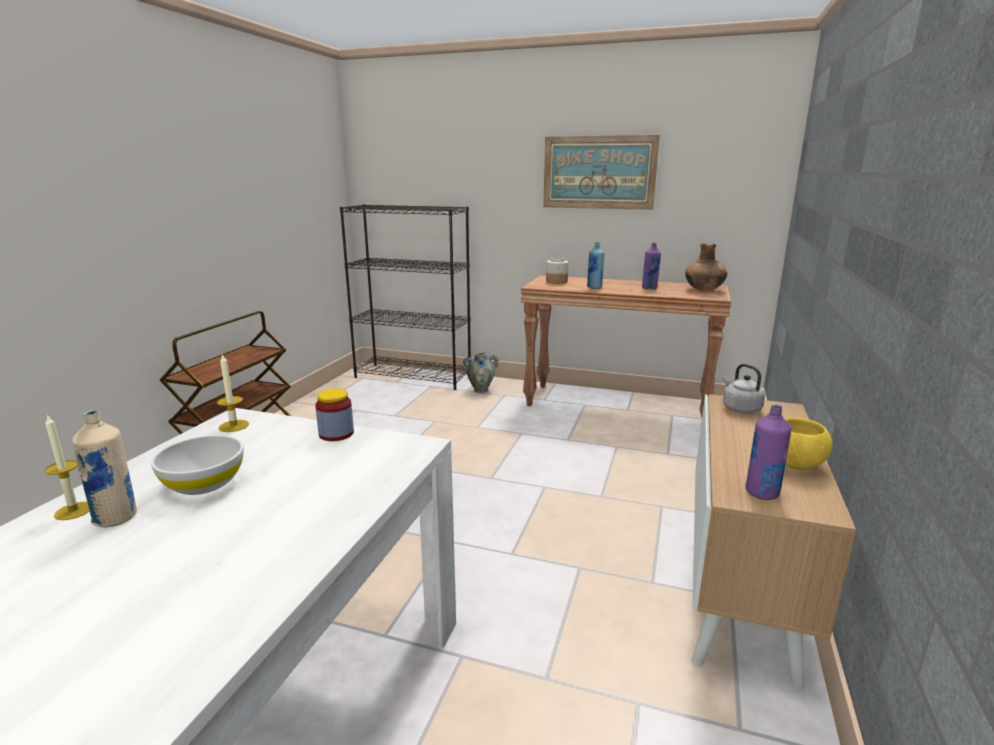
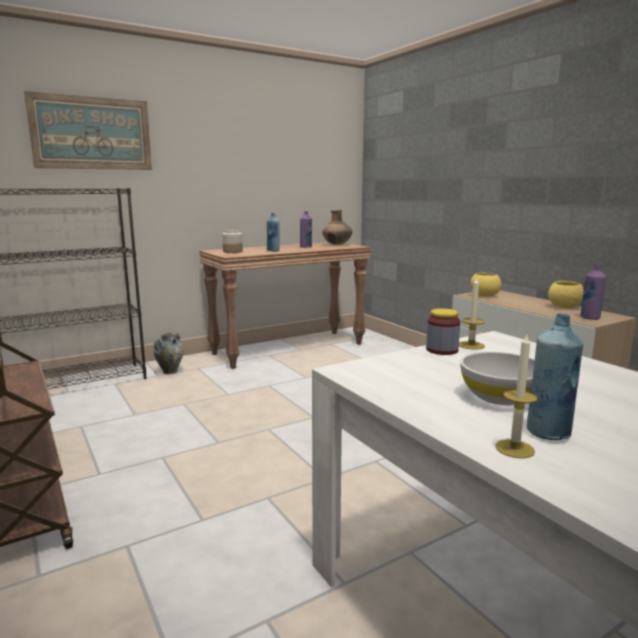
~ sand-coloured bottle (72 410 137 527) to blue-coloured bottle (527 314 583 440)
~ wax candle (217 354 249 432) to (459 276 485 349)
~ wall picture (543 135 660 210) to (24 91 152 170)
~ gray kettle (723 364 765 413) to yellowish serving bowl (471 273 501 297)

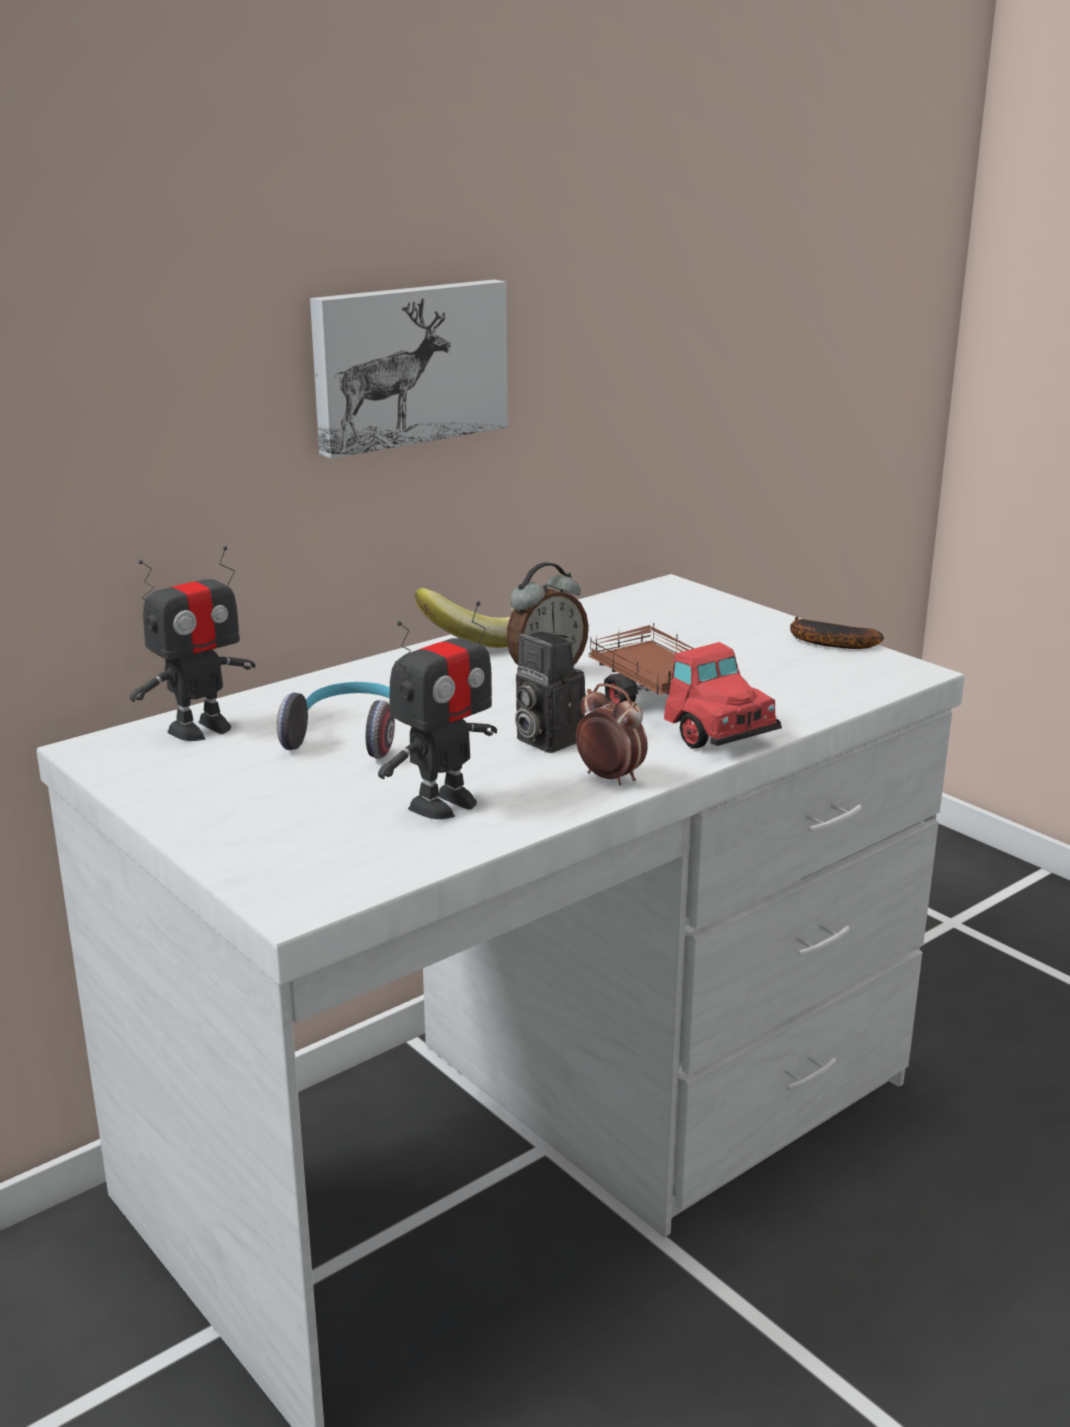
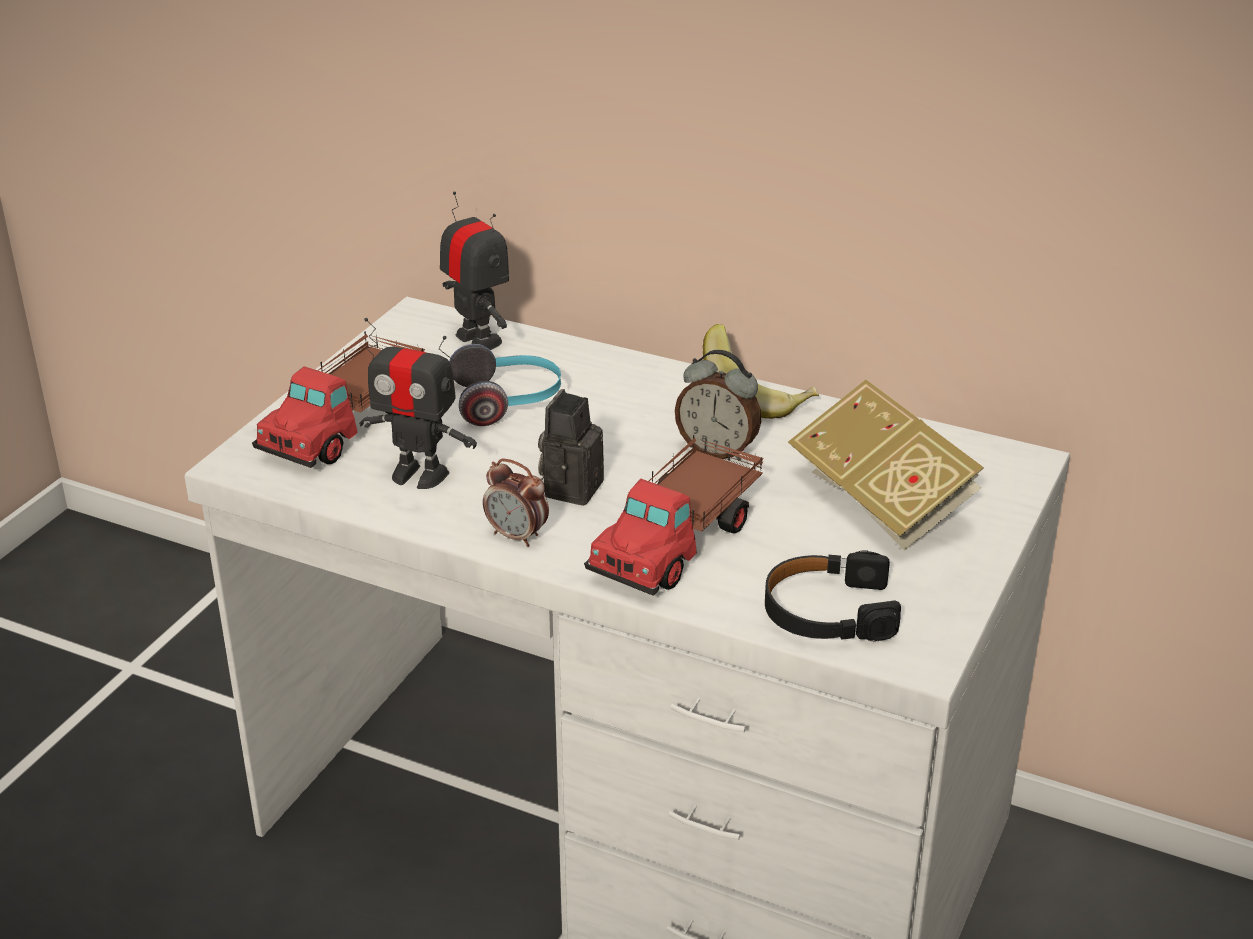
~ model robot (130 546 255 741) = (440 191 509 350) 150 degrees counterclockwise
- wall picture (310 280 507 458)
~ table clock (576 683 648 785) = (483 459 549 547) 105 degrees clockwise
- banana (790 616 884 649)
+ model truck (252 331 425 468)
+ blackish headphones (765 550 901 641)
+ bound book (788 380 984 551)

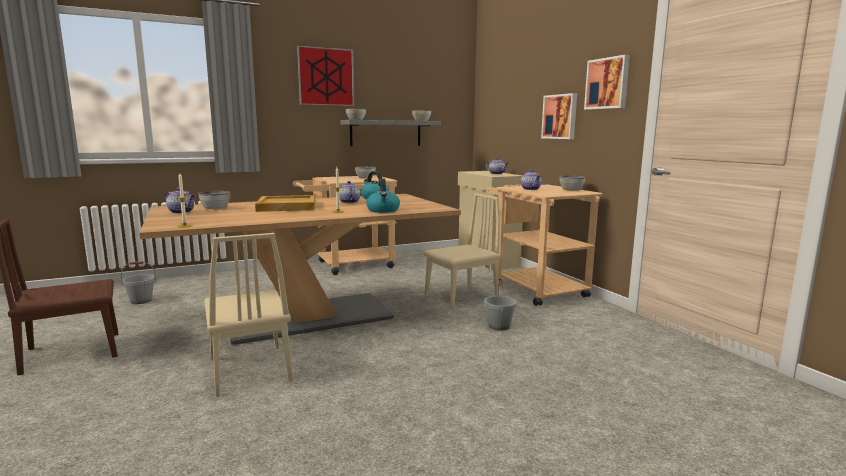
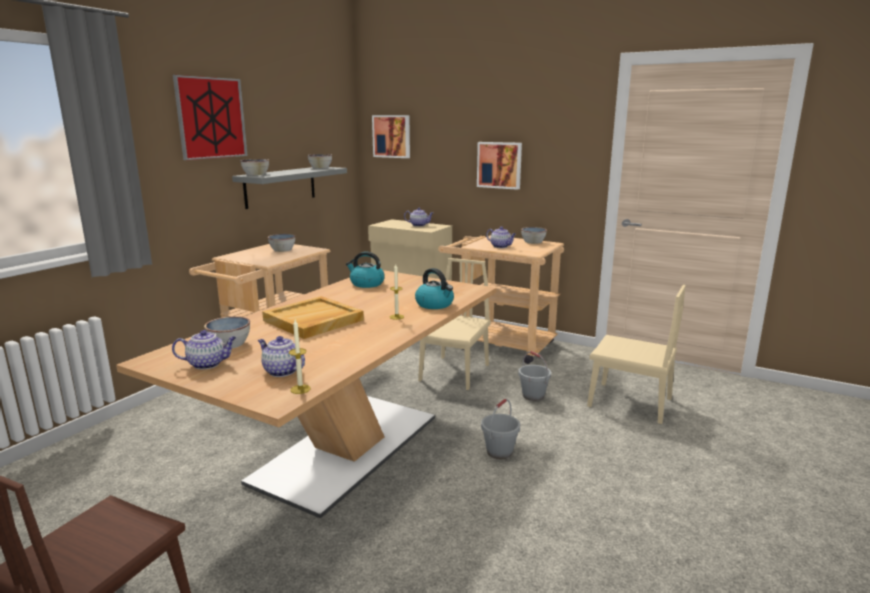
~ gray water bucket (120 261 156 304) to (481 399 520 459)
~ sand-coloured chair (204 233 293 397) to (587 285 686 424)
~ tea pot (339 181 360 203) to (258 336 305 377)
~ wall picture (584 55 630 110) to (372 115 410 158)

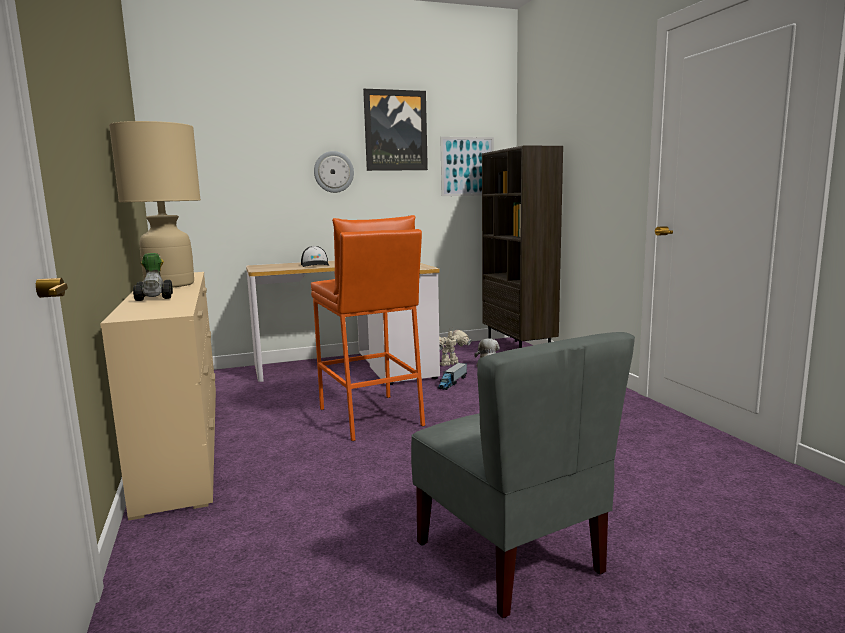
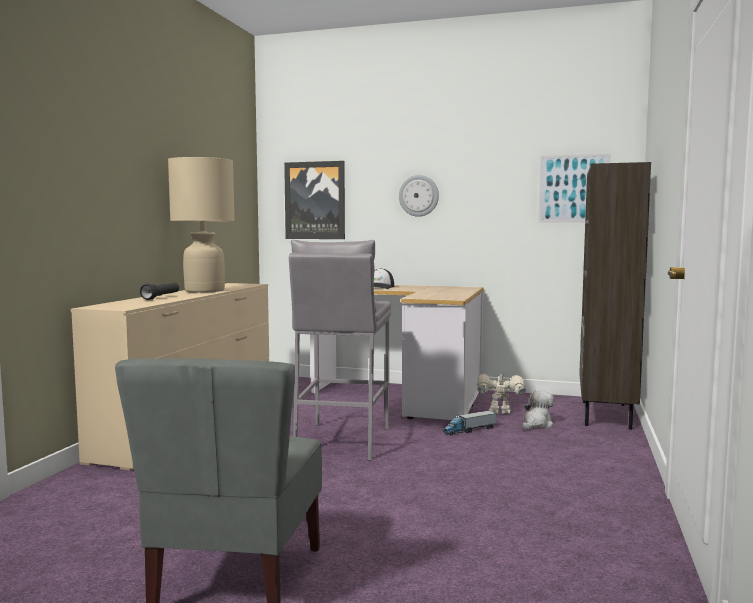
~ model car (133 253 173 301) to blackish hand torch (140 283 179 300)
~ orangey sitting stool (311 215 425 441) to gray sitting stool (289 240 391 461)
~ wall picture (363 89 428 171) to (284 161 345 239)

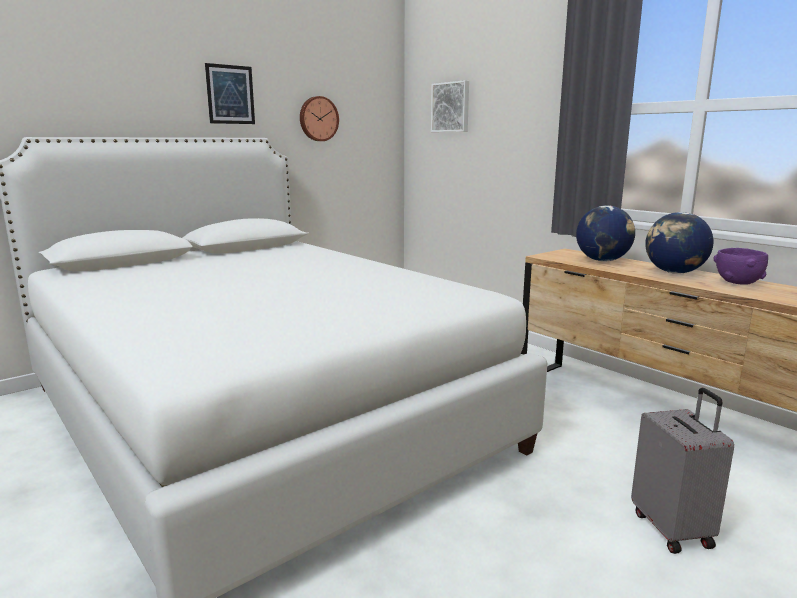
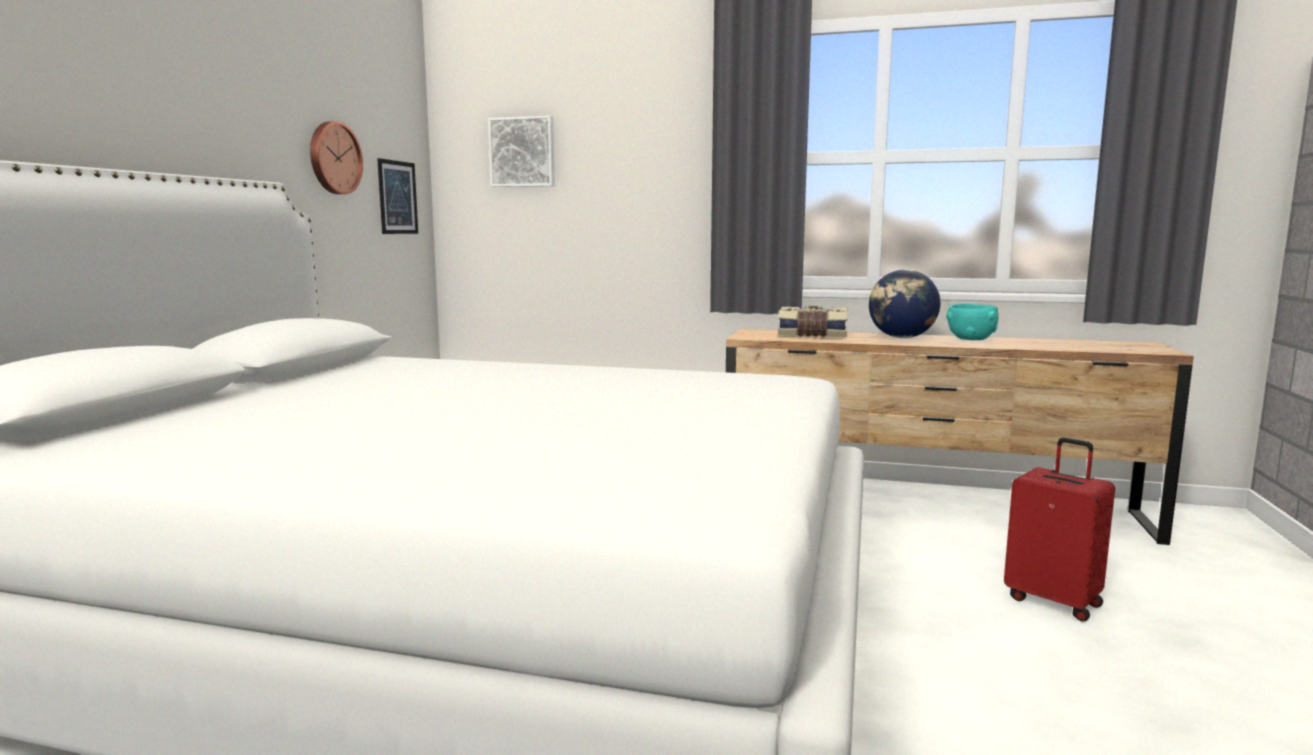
~ wall picture (205 63 255 124) to (377 158 418 234)
~ desk globe (576 205 635 262) to bound book (778 306 848 338)
~ gray piece of luggage (631 388 734 554) to red piece of luggage (1004 438 1115 621)
~ purple-coloured serving bowl (714 248 768 285) to turquoise serving bowl (946 304 998 340)

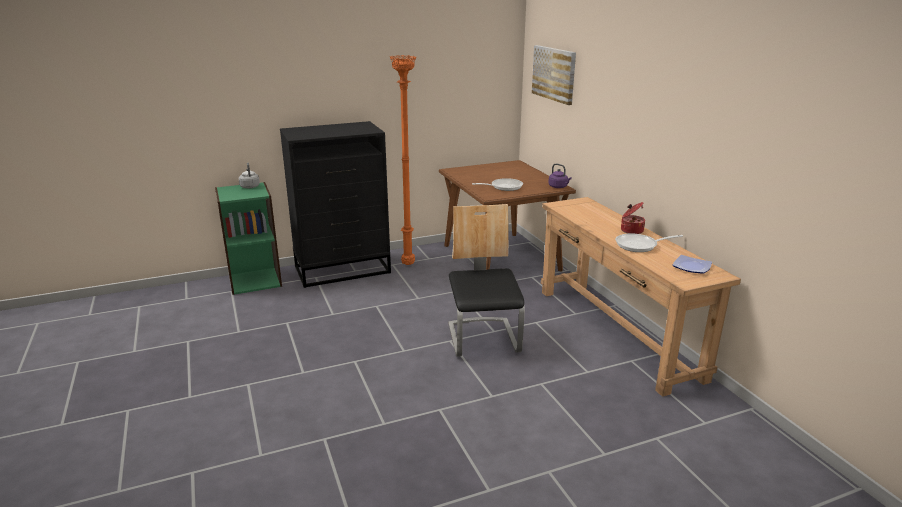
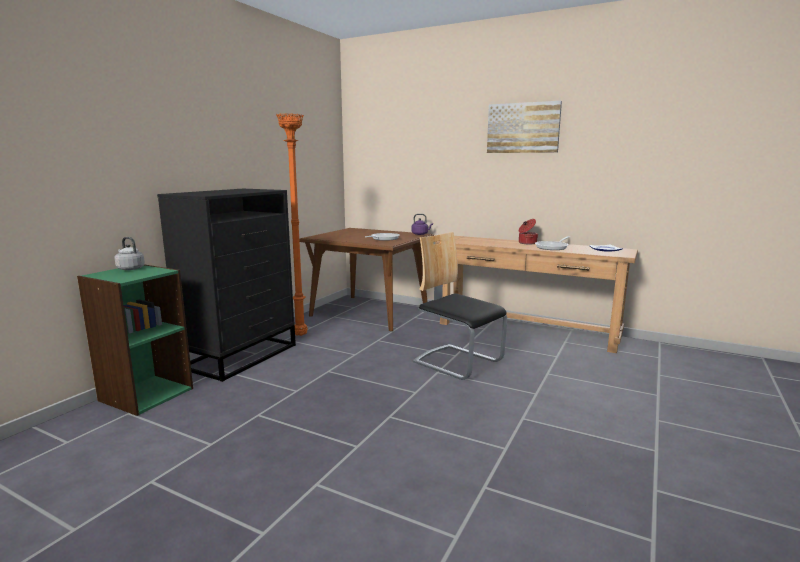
~ wall picture (532 45 576 105) to (487 101 562 153)

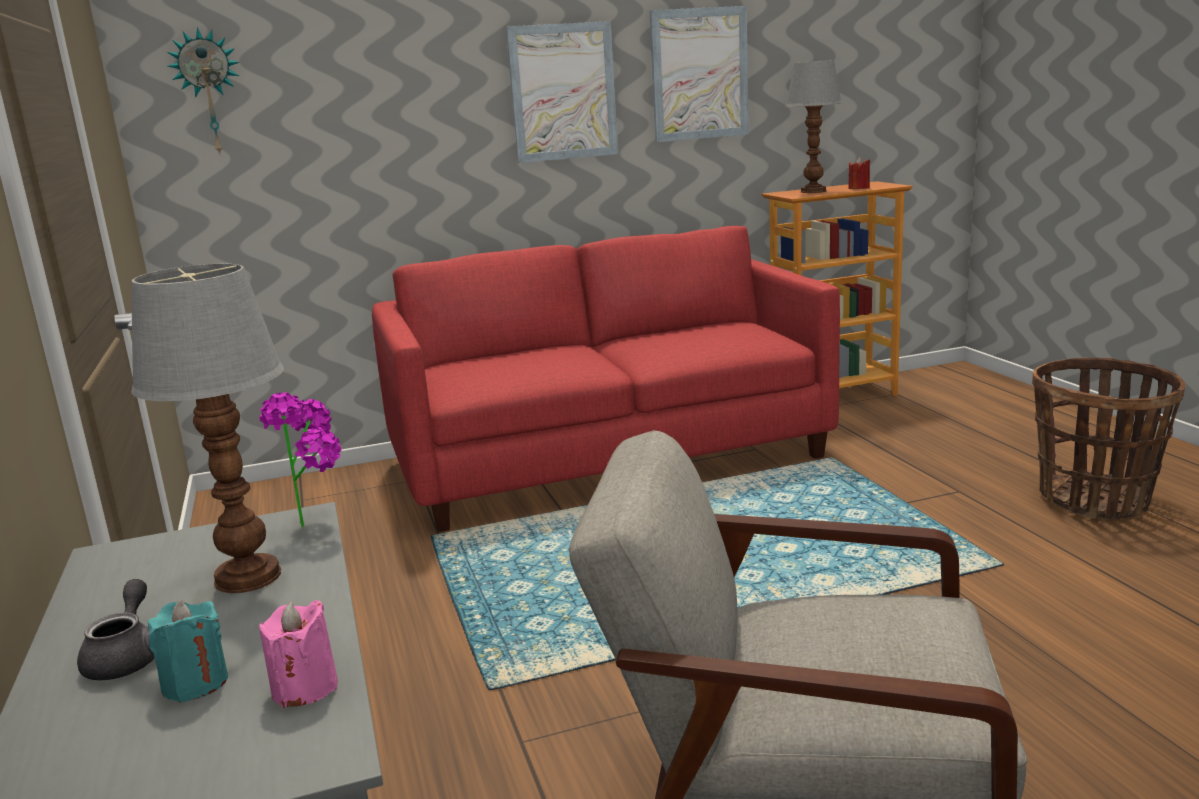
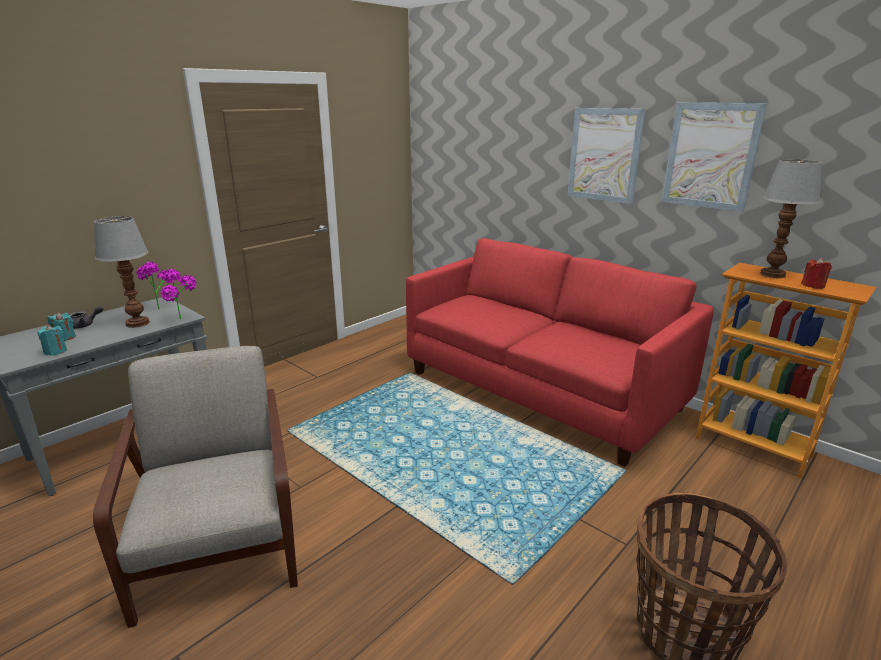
- wall clock (167 27 239 156)
~ pink-coloured wax candle (259 600 338 708) to turquoise wax candle (37 325 67 356)
+ plant in a pot (136 262 172 310)

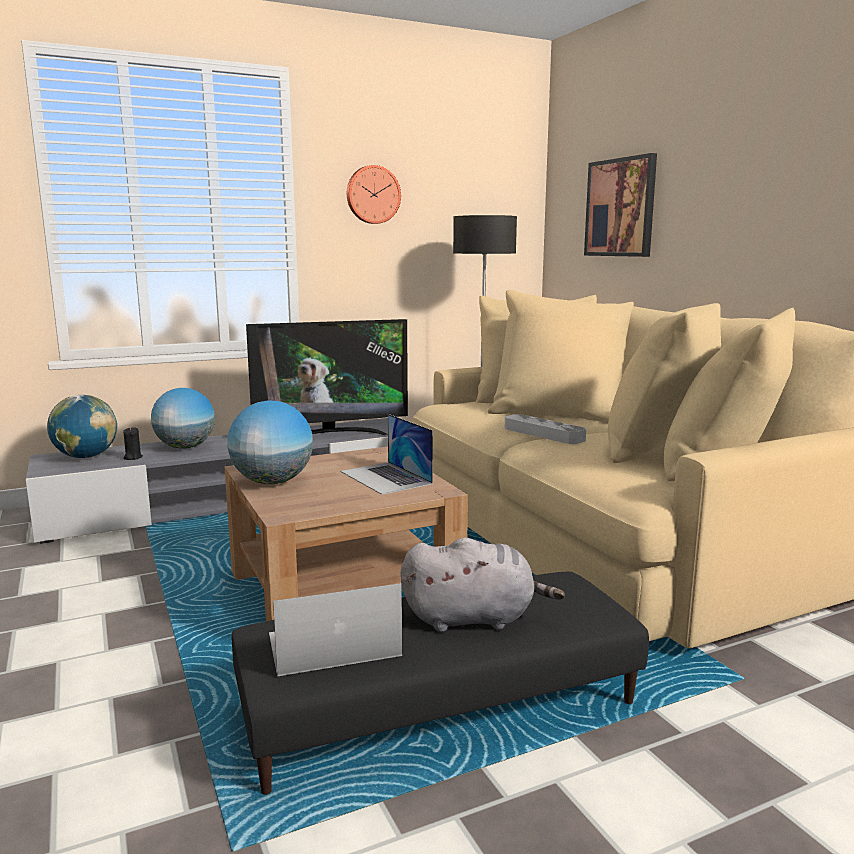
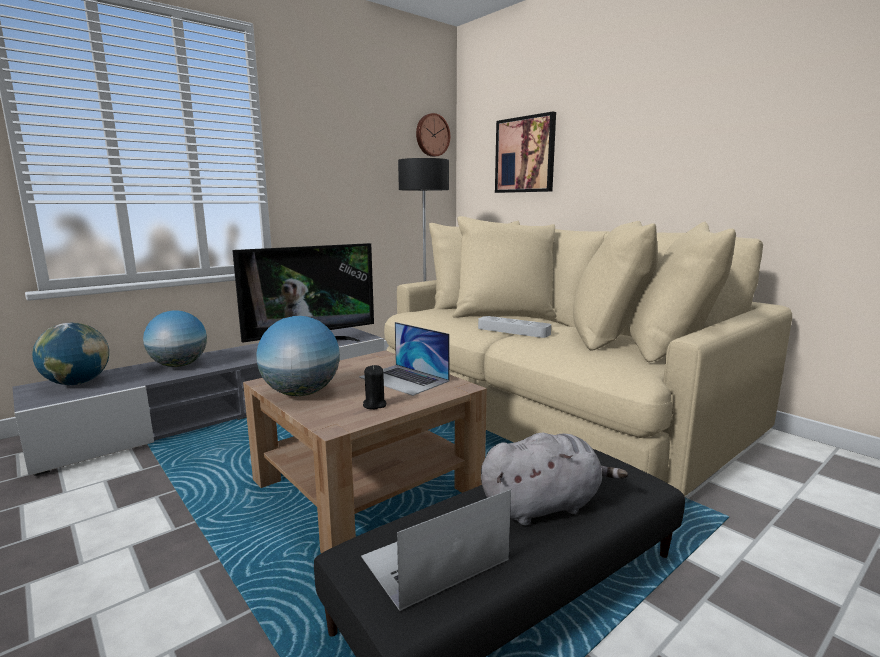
~ blackish wax candle (123 427 143 460) to (363 365 386 409)
~ wall clock (347 165 401 224) to (416 113 450 157)

